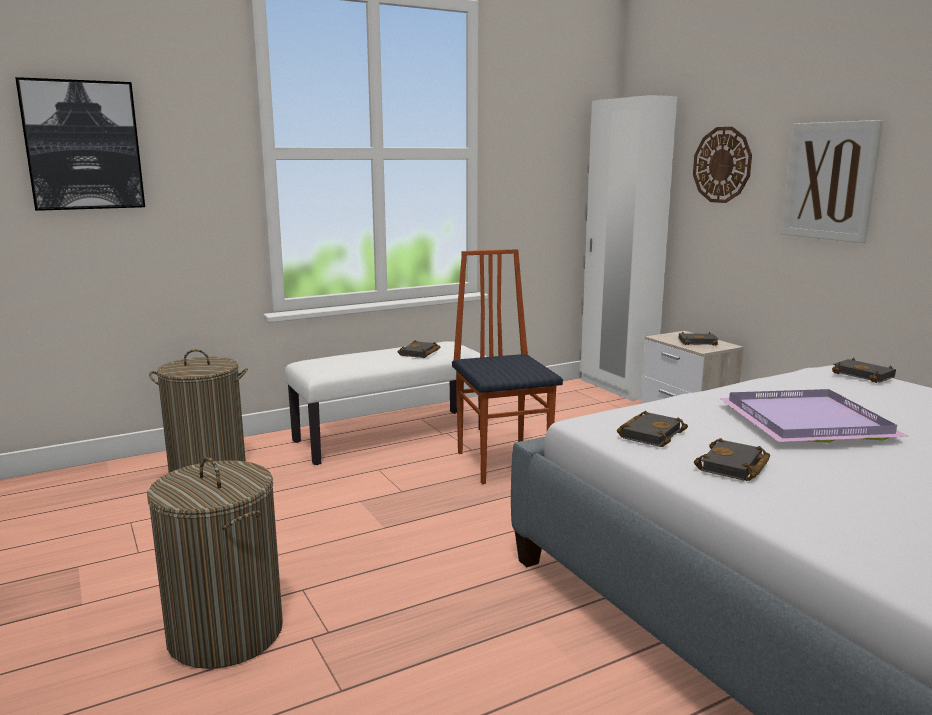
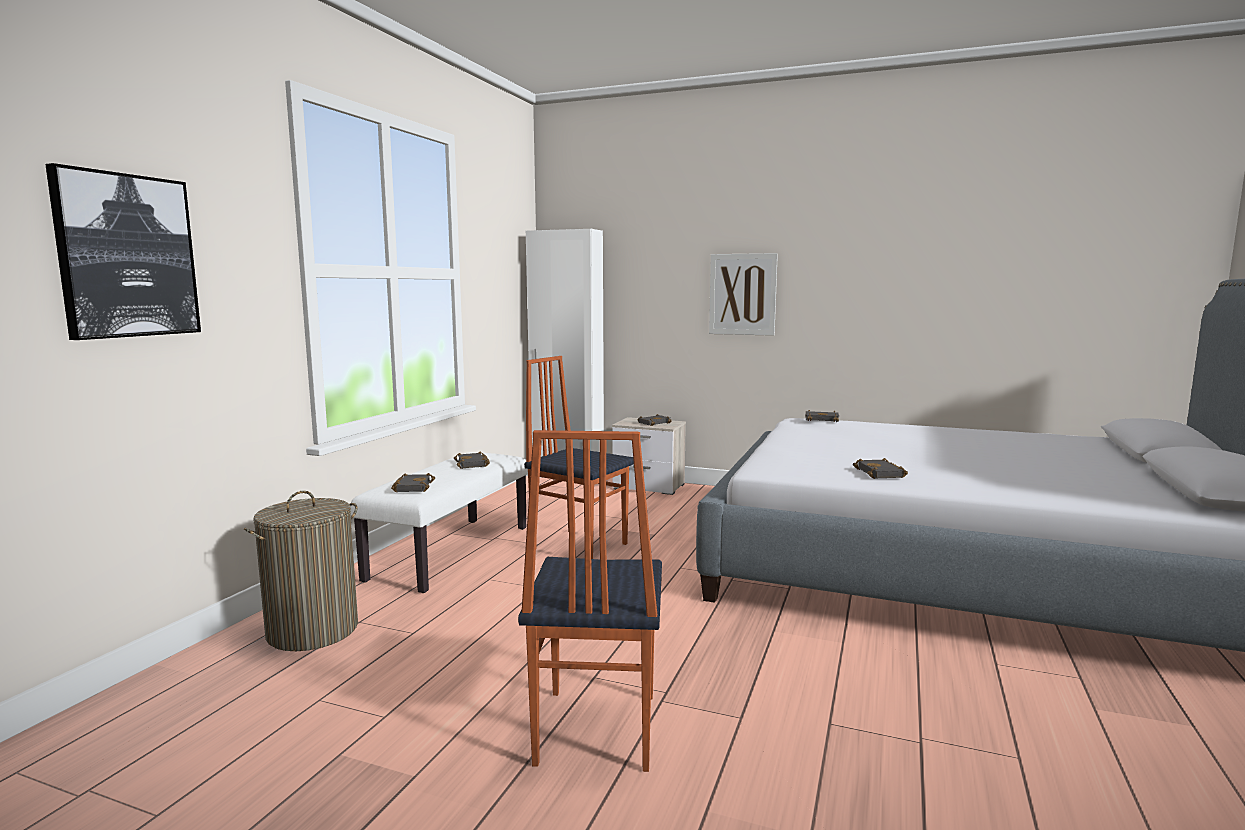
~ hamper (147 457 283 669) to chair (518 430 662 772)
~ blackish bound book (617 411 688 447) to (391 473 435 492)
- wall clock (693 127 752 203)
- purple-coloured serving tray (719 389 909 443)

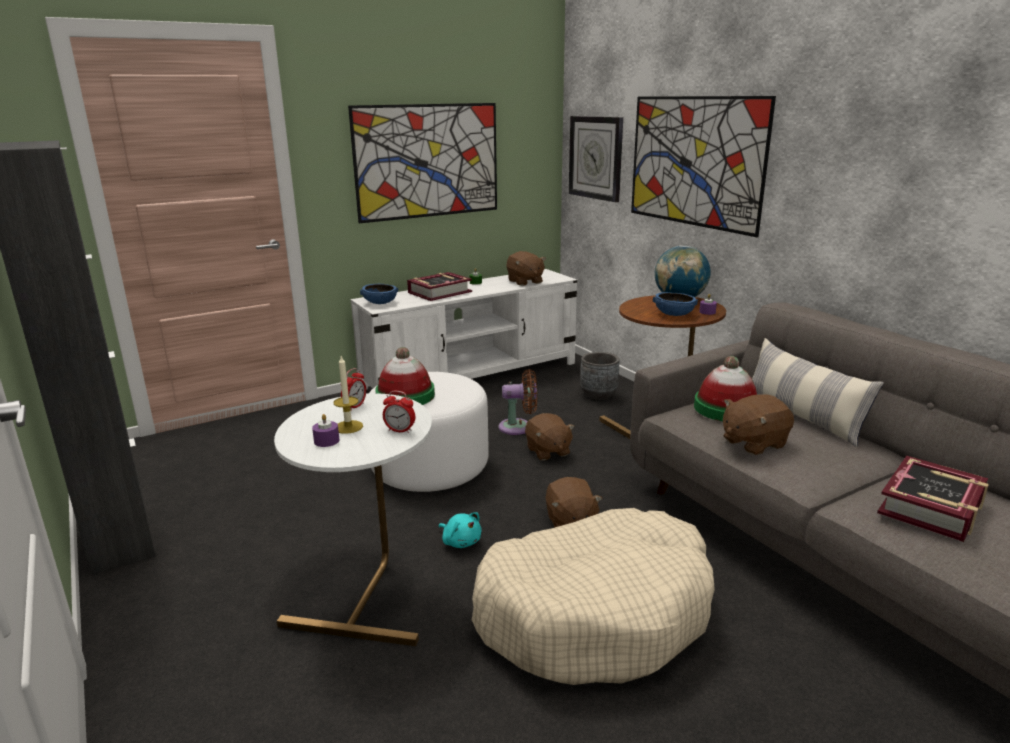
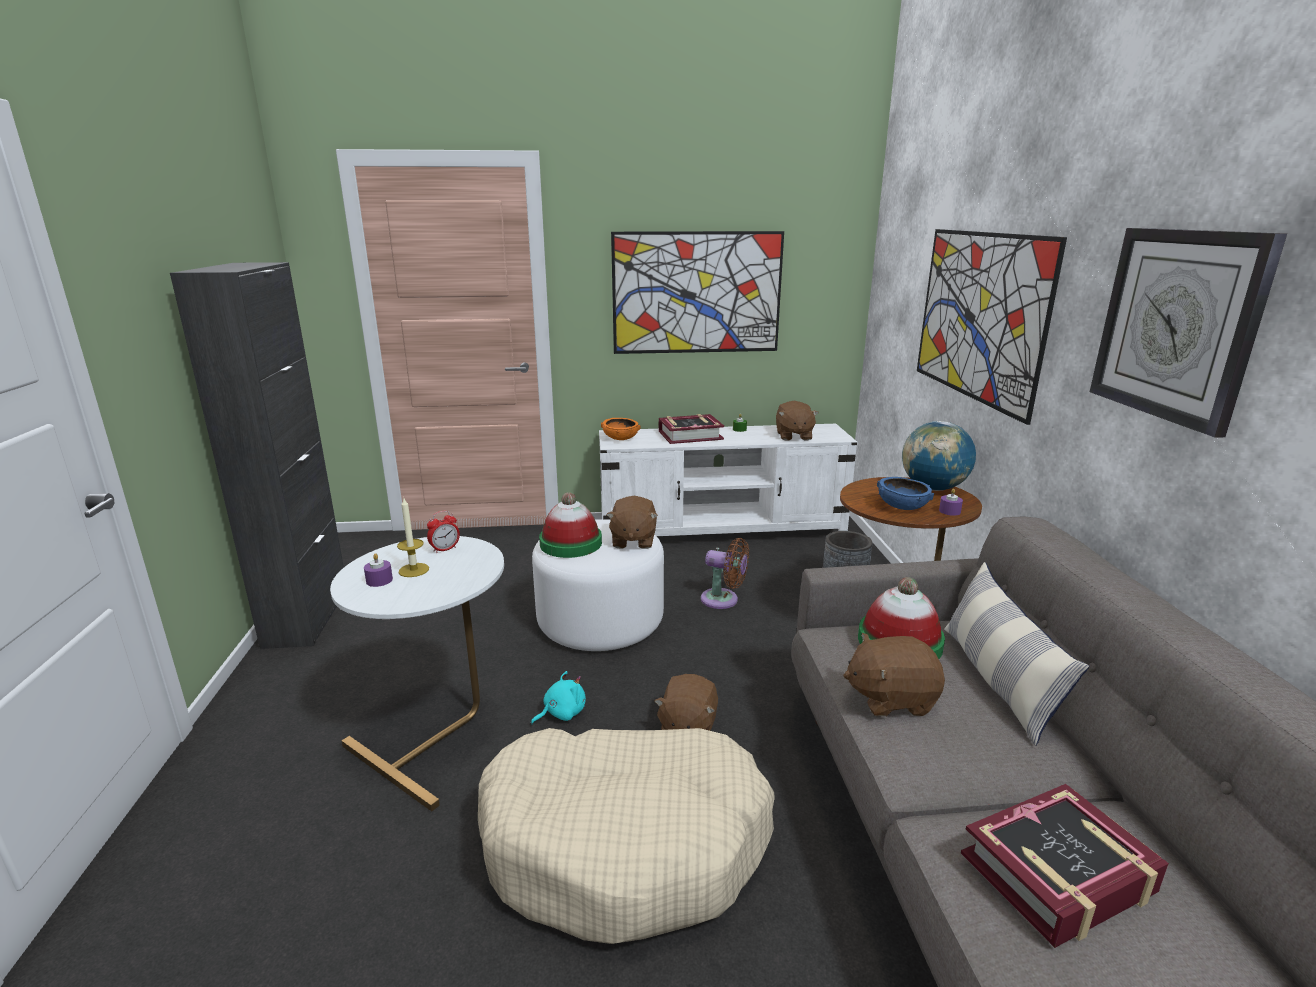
~ blue-coloured serving bowl (360 284 398 304) to orangey serving bowl (601 418 640 440)
- table clock (383 391 415 433)
~ turquoise cuddly toy (439 512 482 548) = (531 671 586 725) 105 degrees counterclockwise
~ brown cuddly toy (525 413 575 461) to (606 496 658 549)
~ wall clock (569 116 623 202) to (1090 228 1287 438)

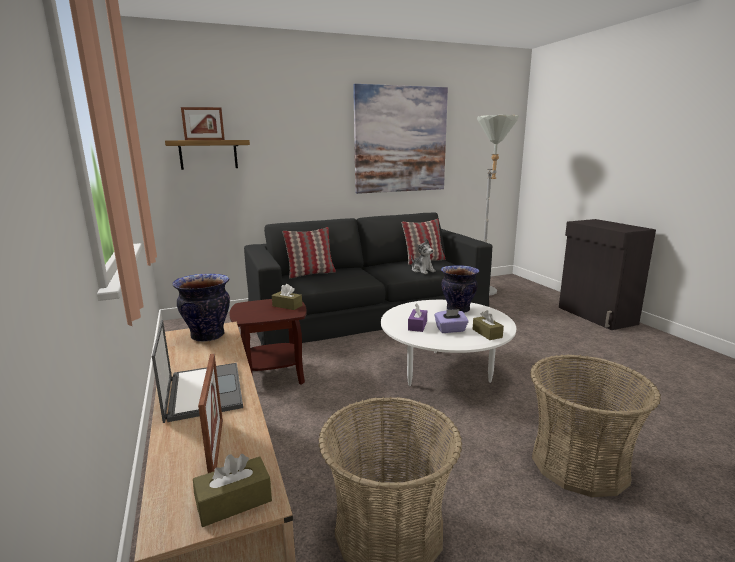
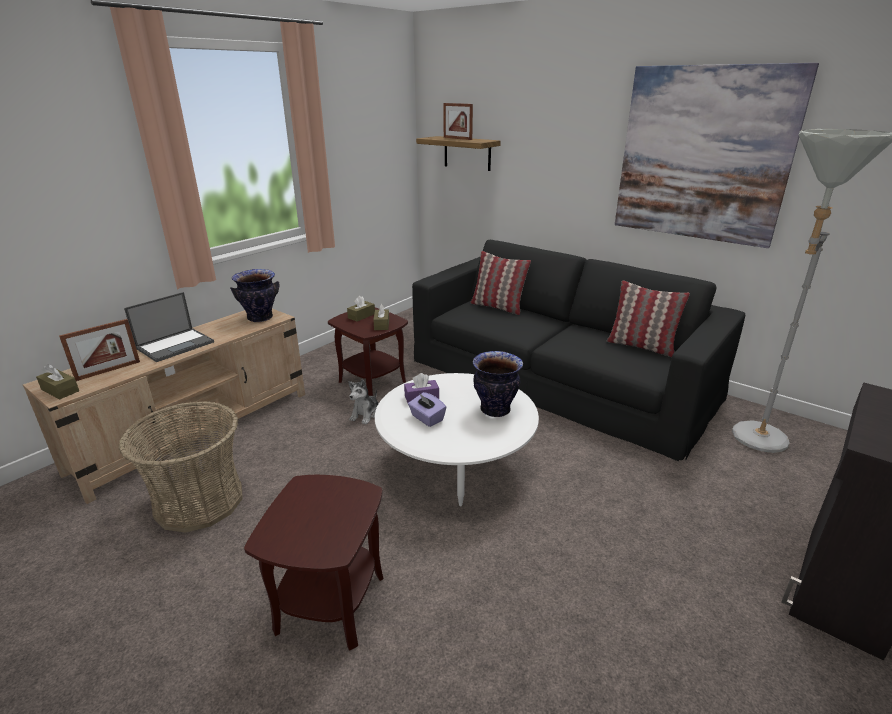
~ cuddly toy (411 239 436 274) to (348 379 379 425)
~ brown tissue holder (473 310 504 340) to (347 296 375 321)
~ basket (530 354 661 497) to brown end table (244 475 384 651)

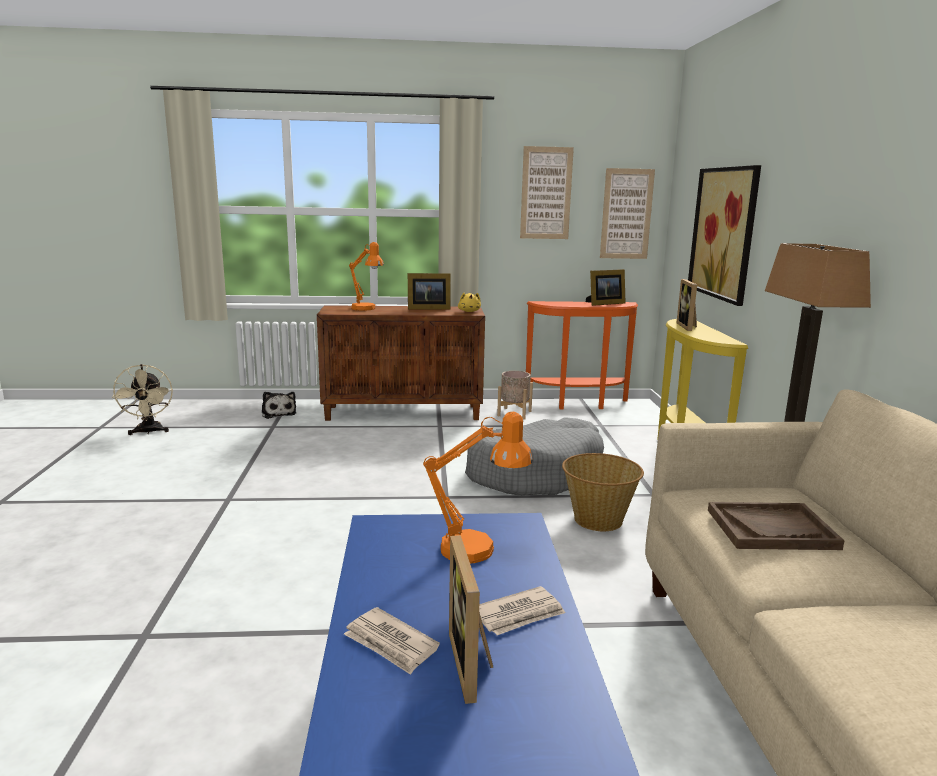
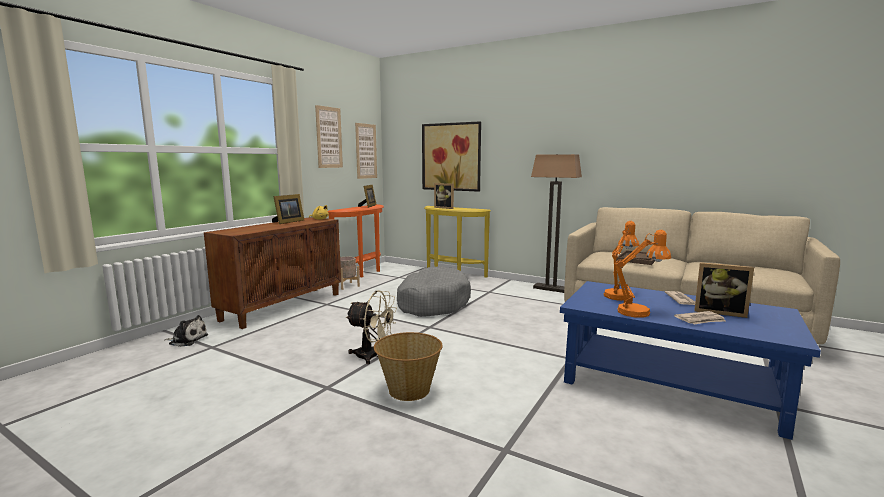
~ sand-coloured fan (112 364 173 435) to (346 290 397 364)
~ orangey tabletop lamp (349 242 384 311) to (615 230 671 318)
~ basket (562 453 644 531) to (374 332 443 401)

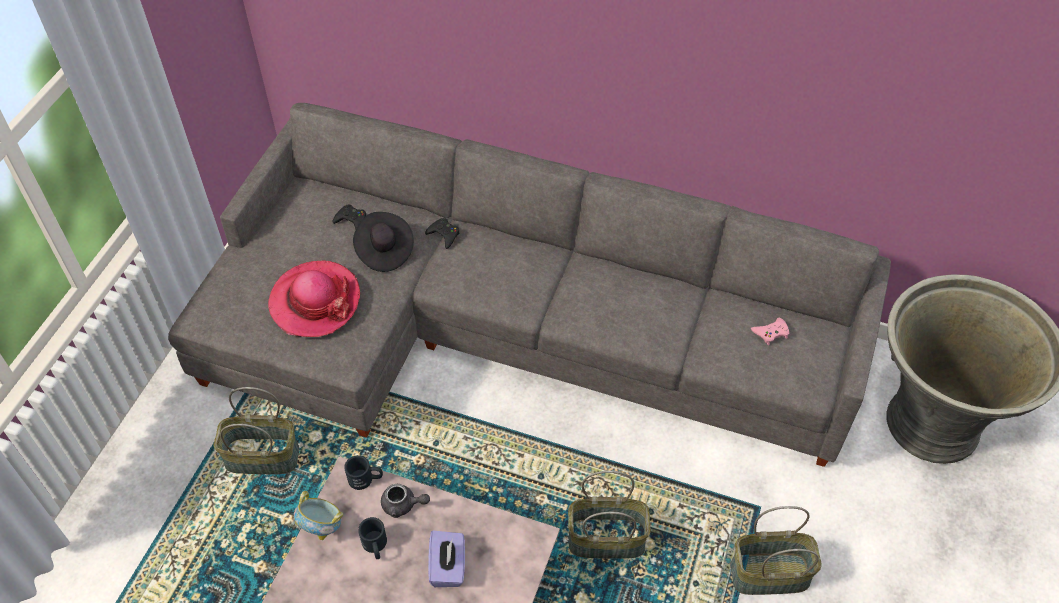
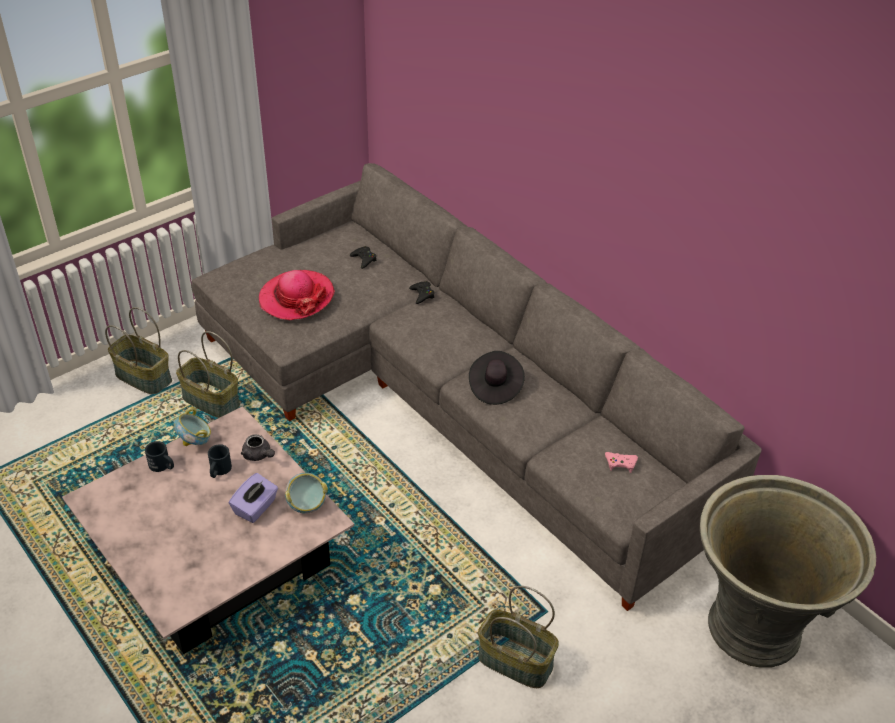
~ blackish tea mug (344 455 383 490) to (145 441 174 472)
~ blackish wearable hat (353 212 414 272) to (469 351 525 405)
~ basket (568 471 651 559) to (105 307 172 395)
+ serving bowl (285 473 328 514)

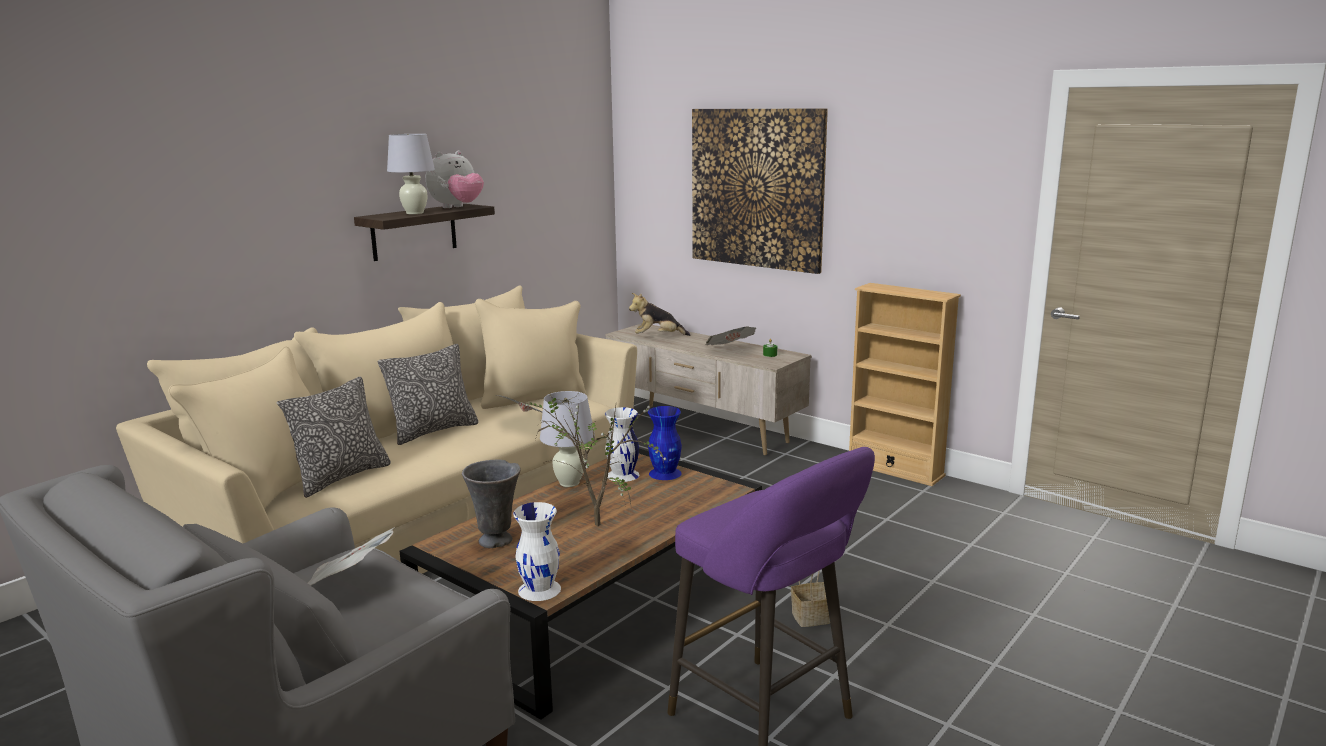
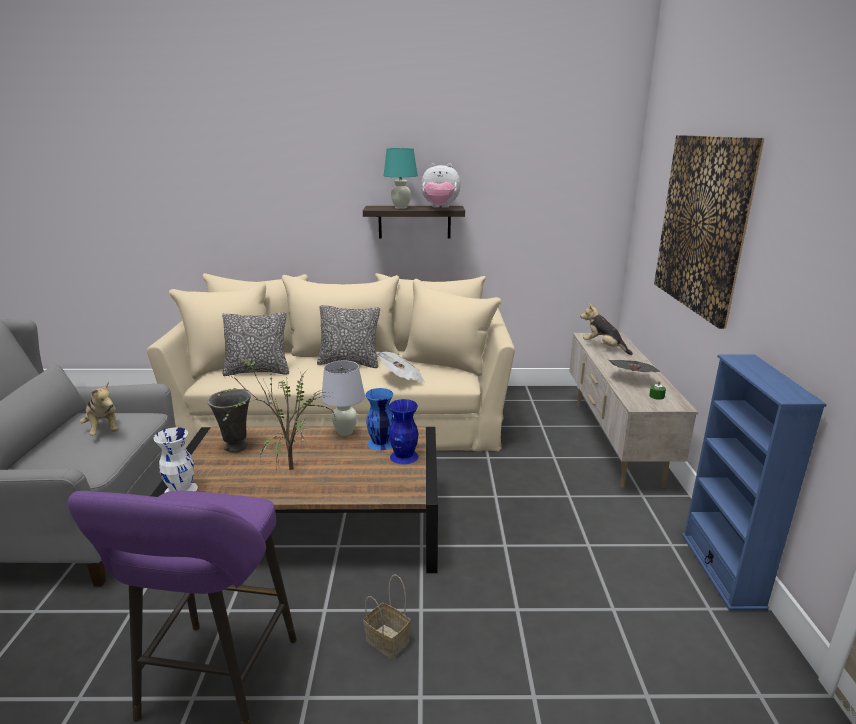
~ printed paper (308 527 395 586) to cuddly toy (79 381 118 436)
~ white tabletop lamp (387 134 435 214) to turquoise tabletop lamp (383 148 418 209)
~ white flower vase (605 407 639 482) to blue-coloured flower vase (366 388 394 450)
~ sand-coloured shelving unit (849 283 961 486) to blue-coloured shelving unit (682 354 827 611)

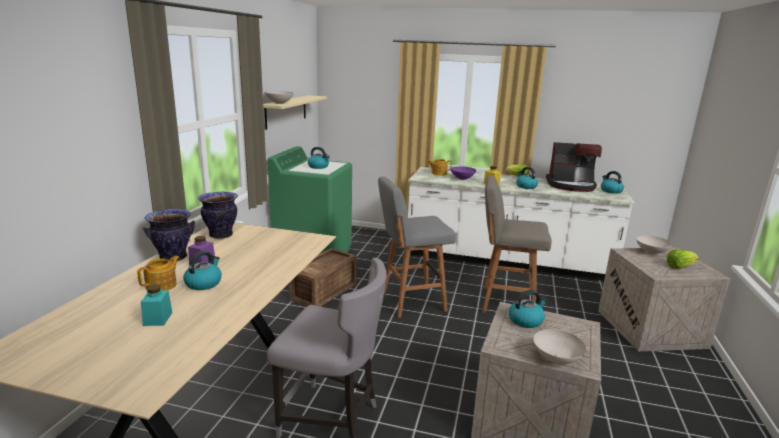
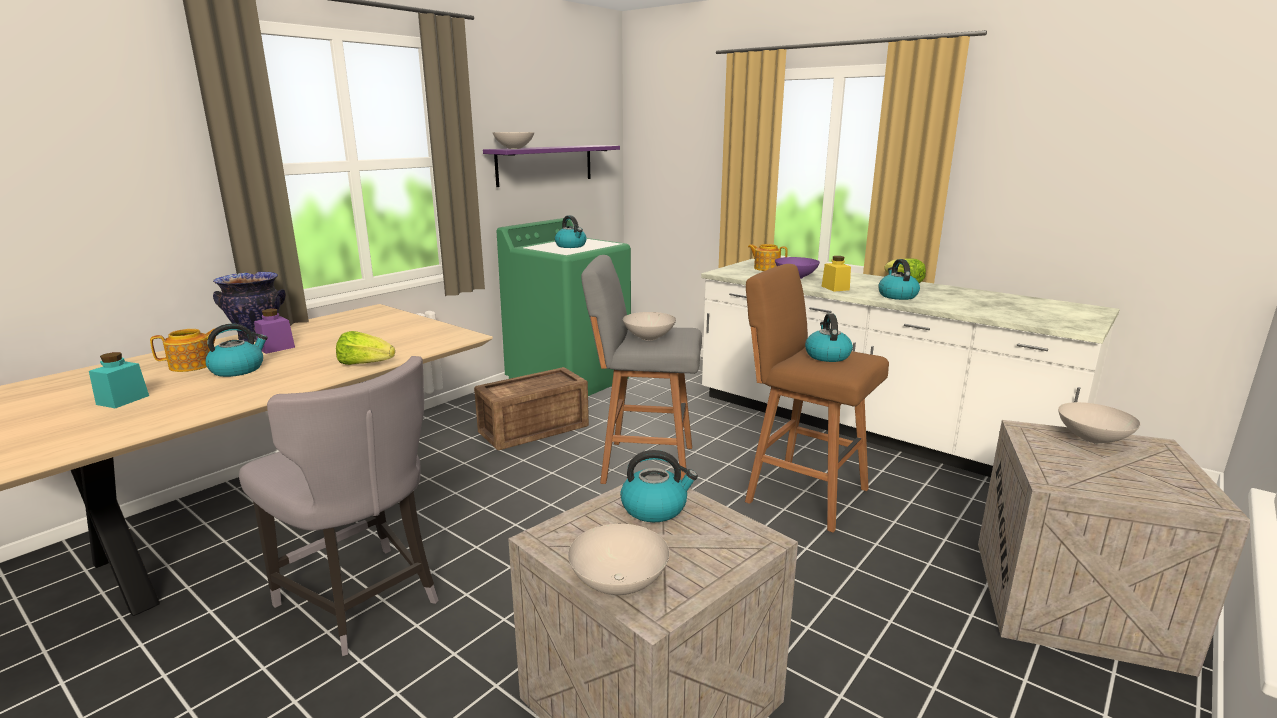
- flower vase (198 191 238 239)
~ sand-coloured bracket shelf (263 95 327 130) to purple-coloured bracket shelf (483 145 620 187)
~ gray sitting stool (482 176 552 313) to brown sitting stool (745 264 889 533)
- coffee machine (546 142 602 192)
~ kettle (601 171 624 194) to (805 313 853 362)
~ head of lettuce (667 249 699 269) to (336 331 395 365)
+ white serving bowl (623 312 676 341)

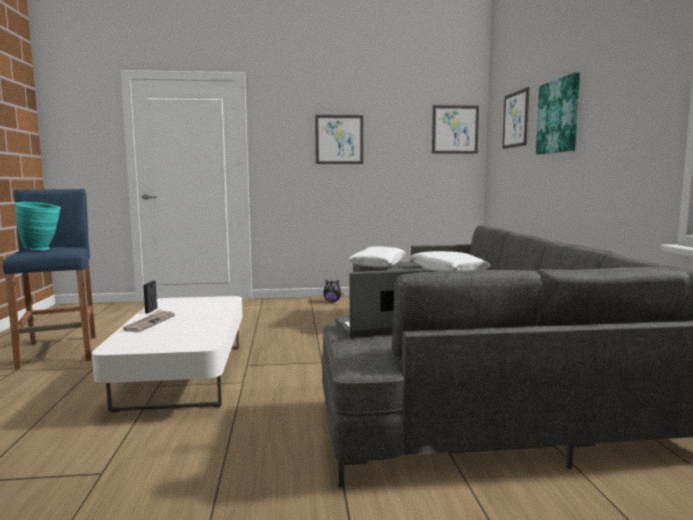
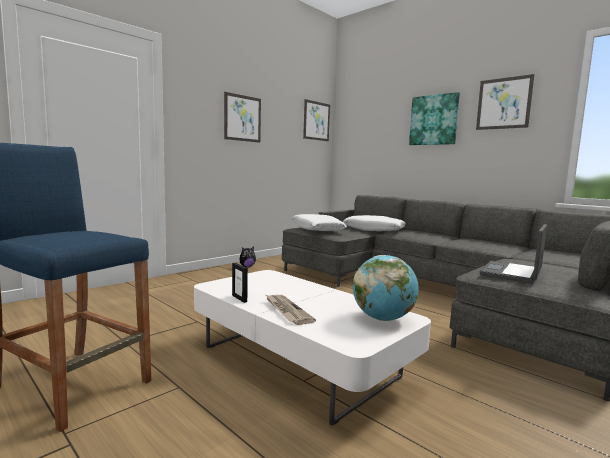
- turquoise flower vase (15 202 61 250)
~ wall picture (502 87 529 149) to (476 74 534 130)
+ desk globe (353 255 419 321)

